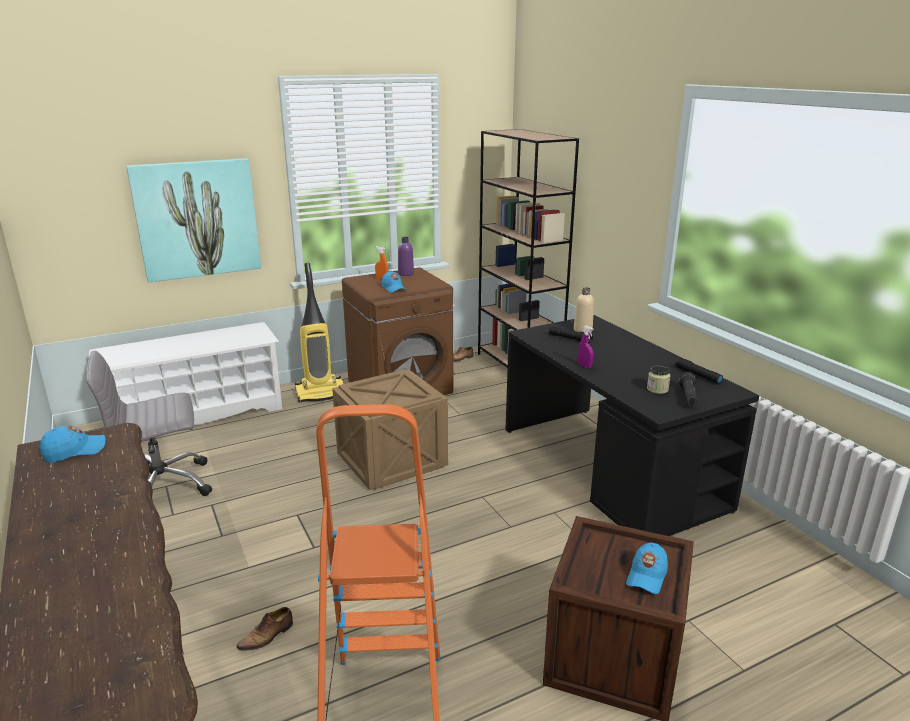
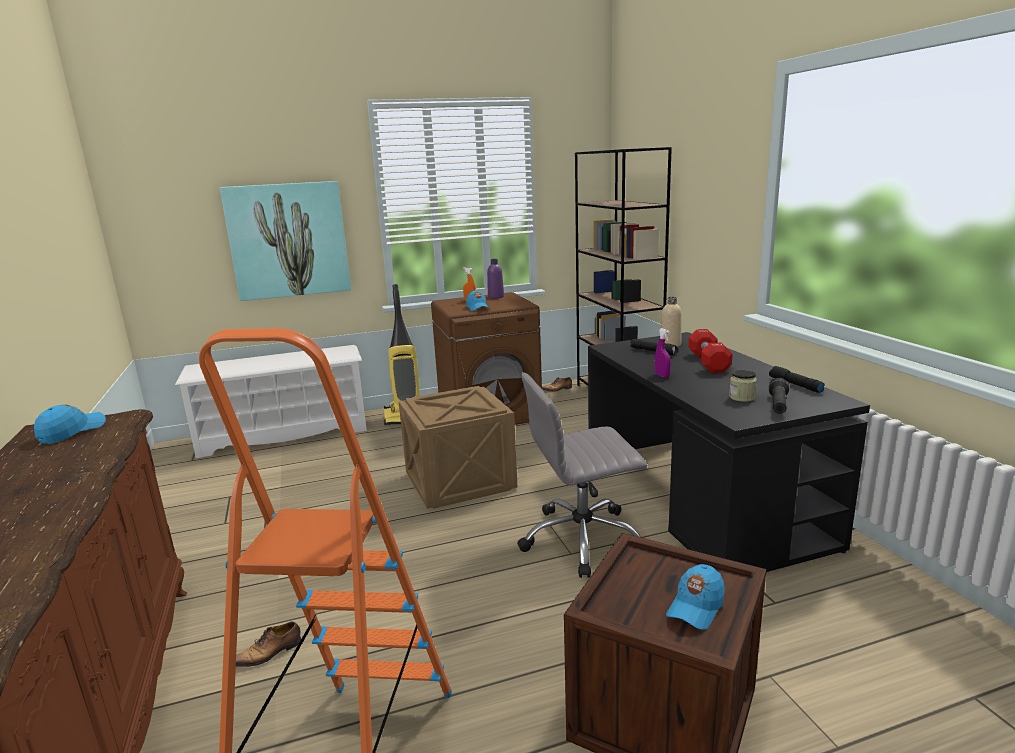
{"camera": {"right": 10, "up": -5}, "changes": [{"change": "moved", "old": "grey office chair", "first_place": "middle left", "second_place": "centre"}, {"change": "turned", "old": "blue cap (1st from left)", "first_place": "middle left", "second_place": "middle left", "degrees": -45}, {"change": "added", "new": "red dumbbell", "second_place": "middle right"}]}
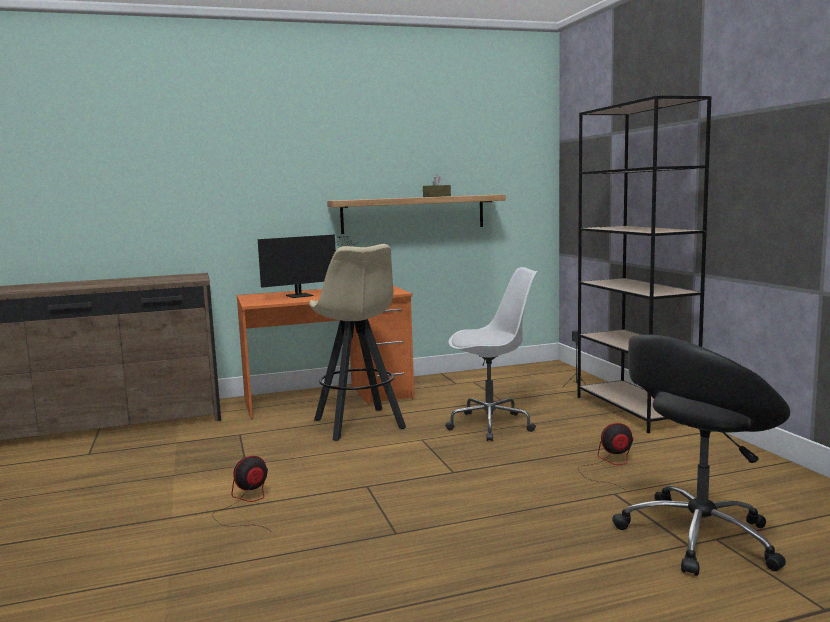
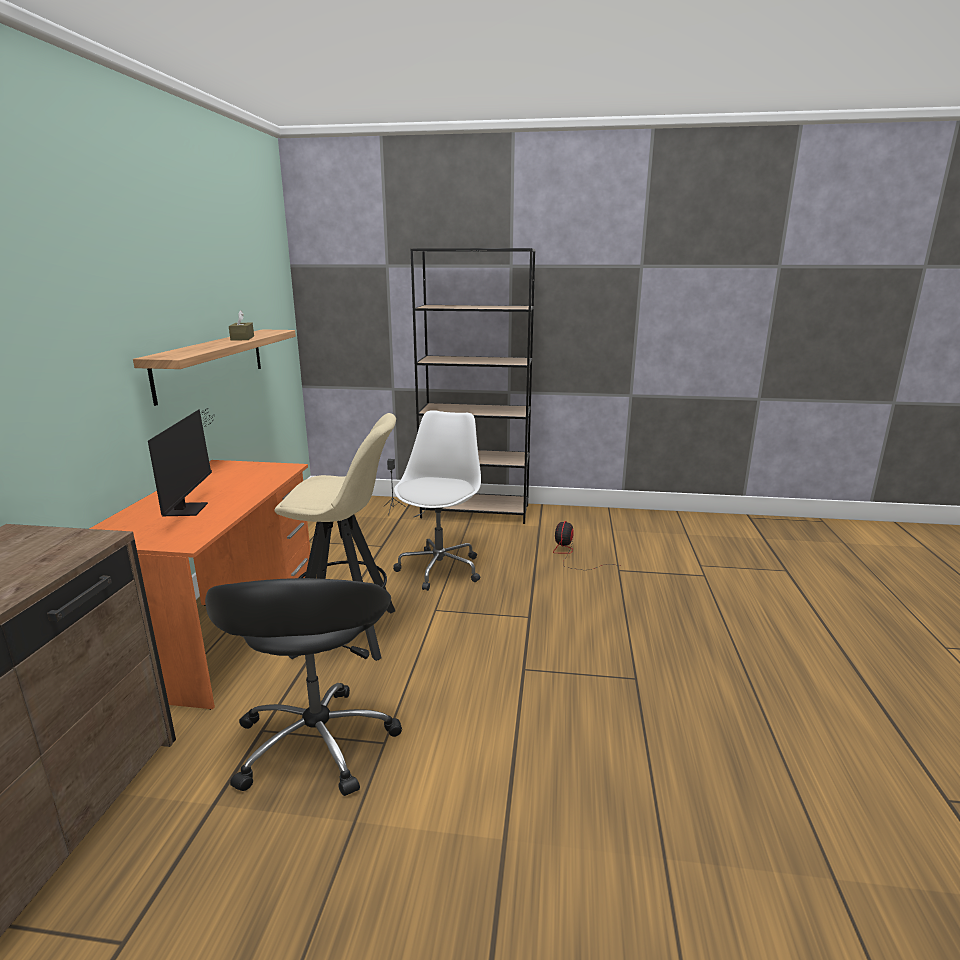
{"camera": {"right": -65, "up": 10}, "changes": [{"change": "moved", "old": "black office chair", "first_place": "bottom right", "second_place": "bottom left"}, {"change": "removed", "old": "fan (1st from left)", "first_place": "bottom left"}]}
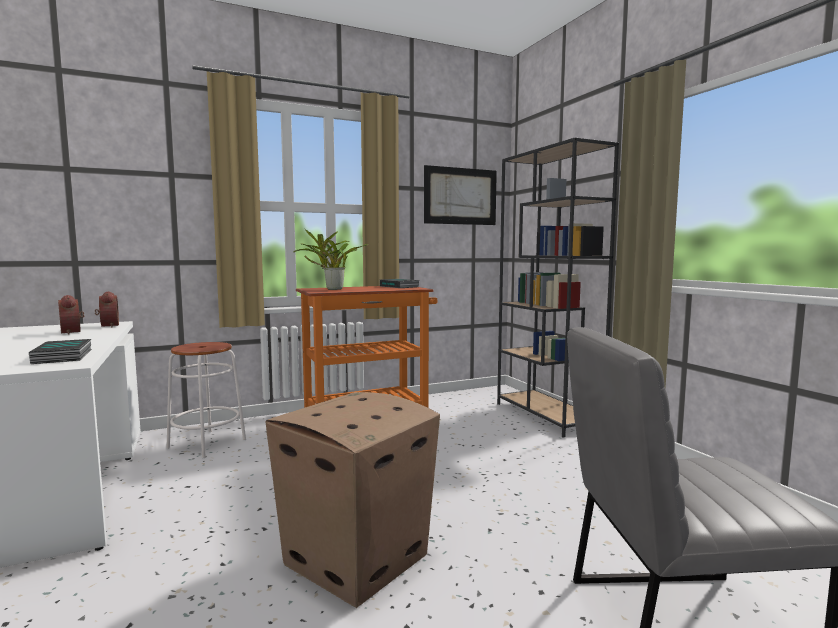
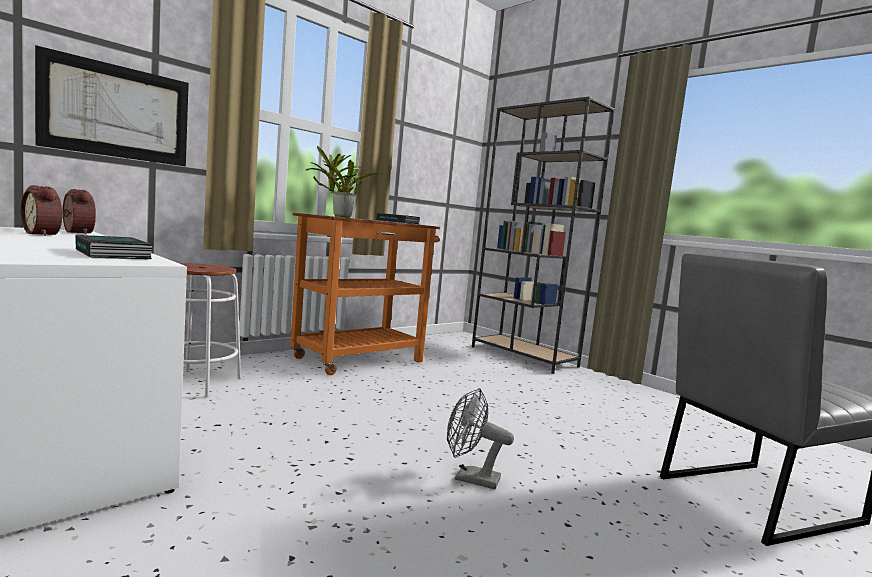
{"camera": {"right": -20, "up": 0}, "changes": [{"change": "moved", "old": "picture", "first_place": "top centre", "second_place": "top left"}, {"change": "replaced", "old": "cardboard box", "new": "grey fan", "first_place": "bottom centre", "second_place": "bottom centre"}]}
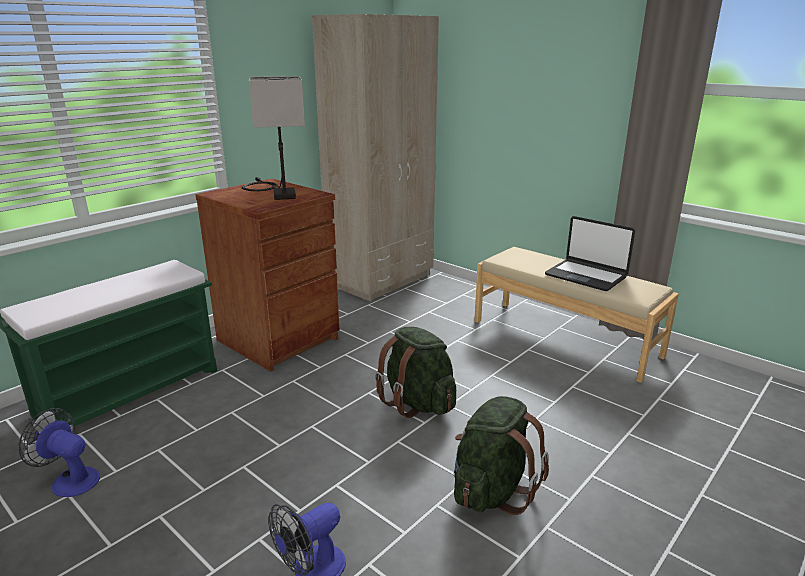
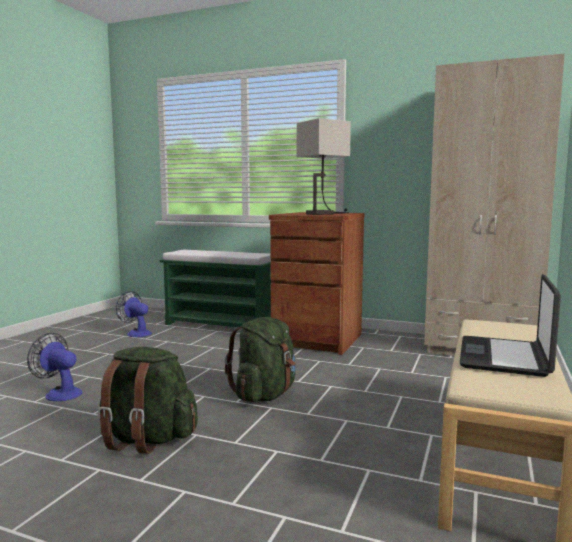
{"camera": {"right": 70, "up": -15}, "changes": [{"change": "turned", "old": "fan (1st from left in the first image)", "first_place": "bottom left", "second_place": "middle left", "degrees": -60}]}
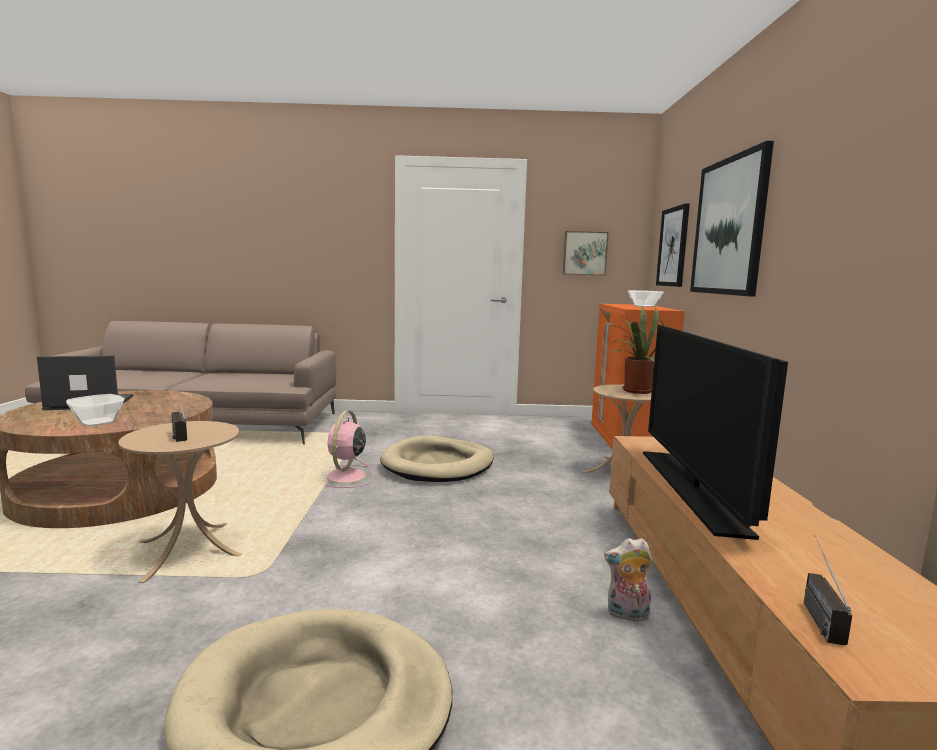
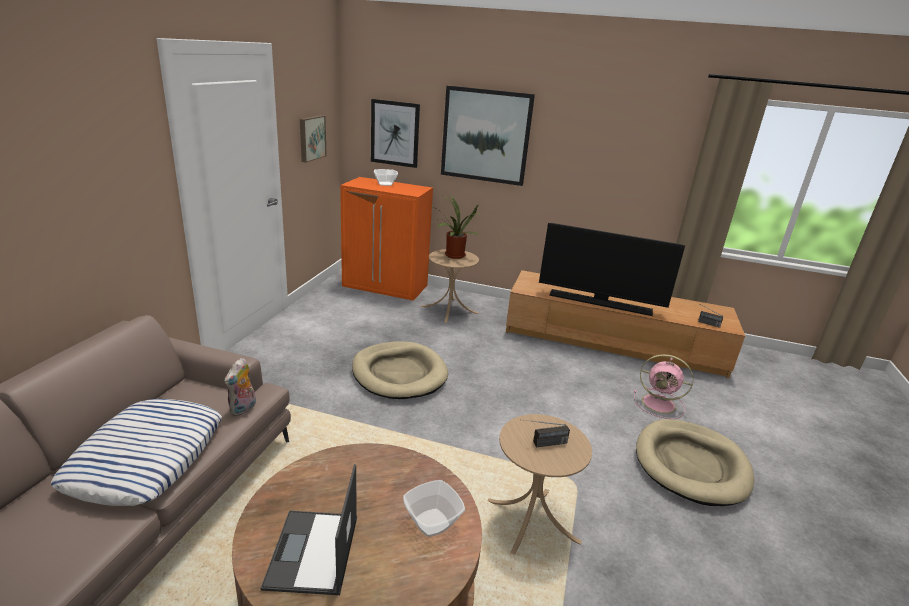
{"camera": {"right": -75, "up": 15}, "changes": [{"change": "moved", "old": "pink fan", "first_place": "centre", "second_place": "middle right"}, {"change": "moved", "old": "plush toy", "first_place": "bottom right", "second_place": "middle left"}, {"change": "added", "new": "pillow", "second_place": "bottom left"}]}
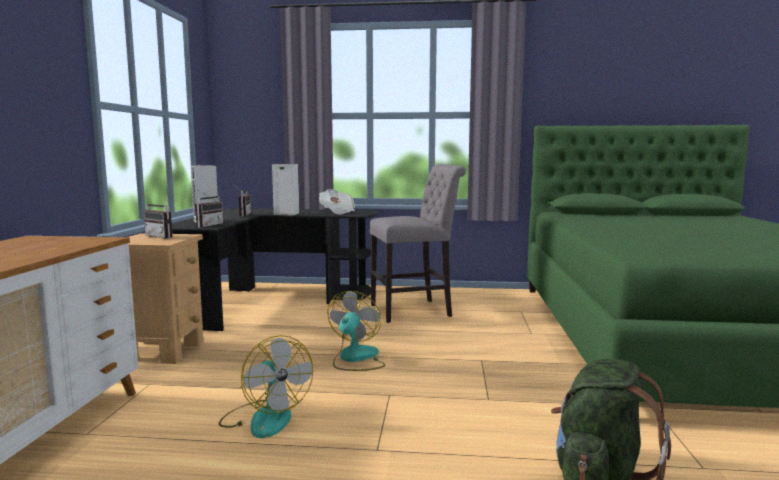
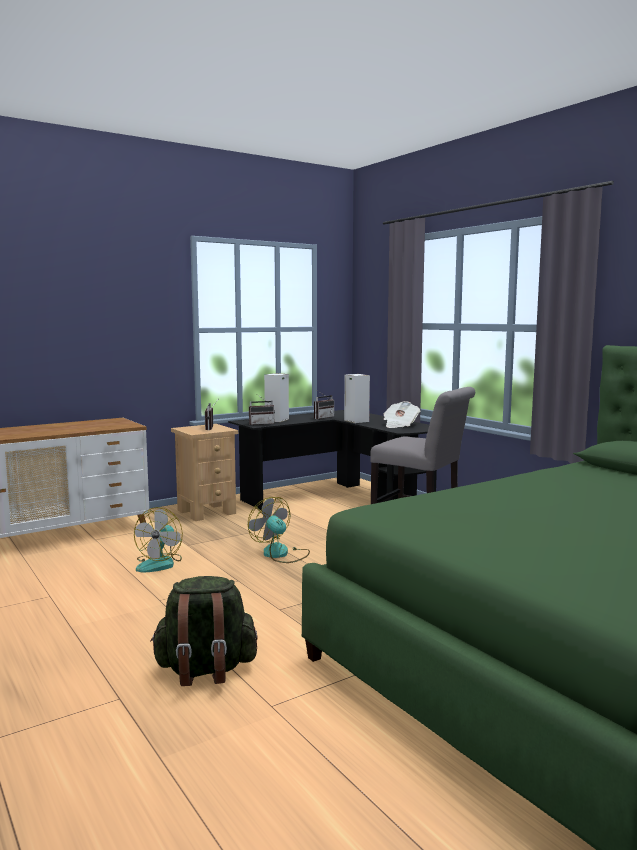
{"camera": {"right": 50, "up": 0}, "changes": [{"change": "turned", "old": "fan (2nd from left)", "first_place": "bottom centre", "second_place": "centre", "degrees": -105}]}
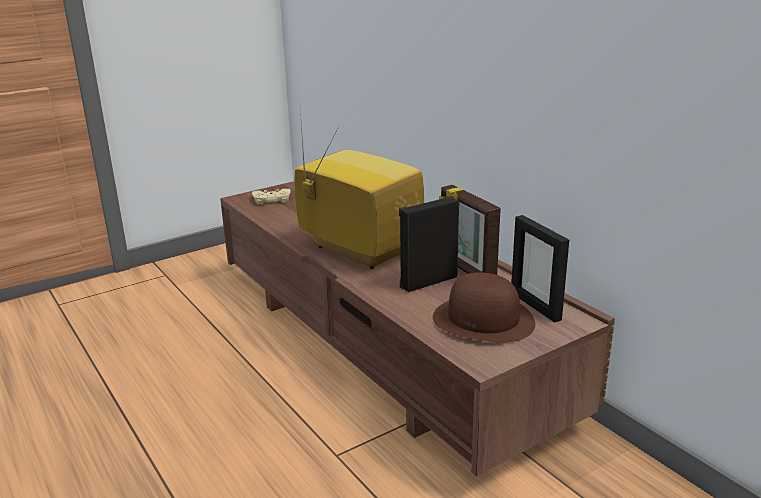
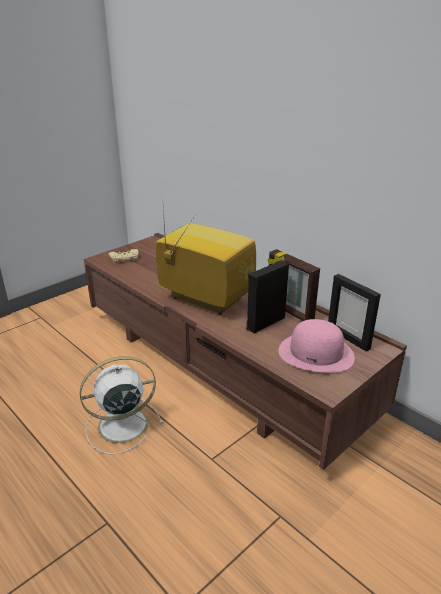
{"camera": {"right": -10, "up": 5}, "changes": [{"change": "recoloured", "old": "brown hat", "new": "pink hat", "first_place": "centre", "second_place": "middle right"}, {"change": "added", "new": "white fan", "second_place": "bottom left"}]}
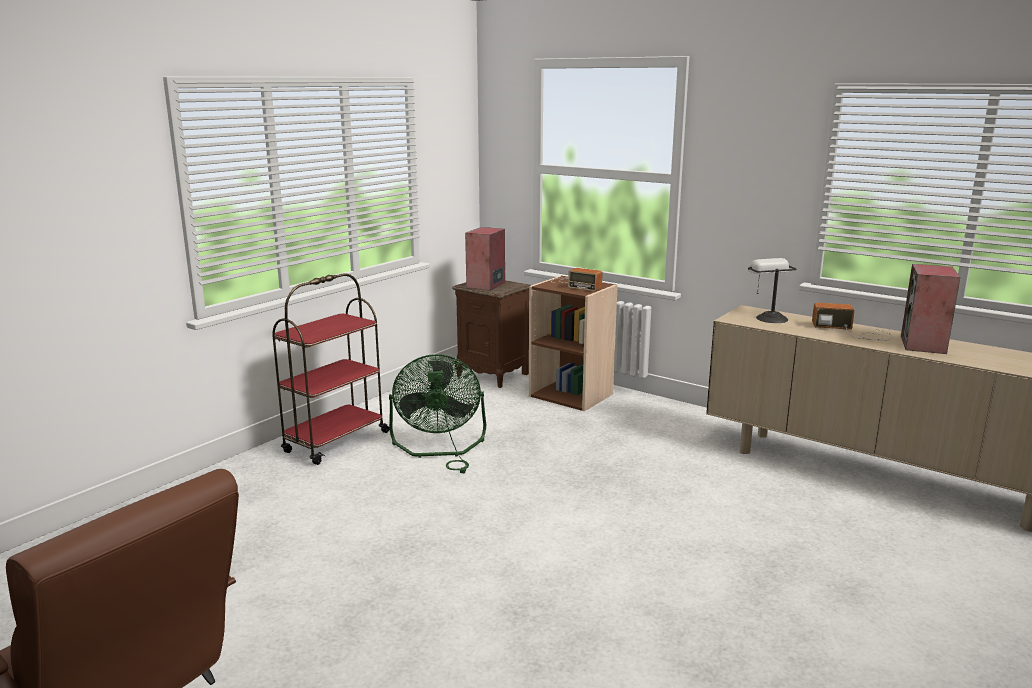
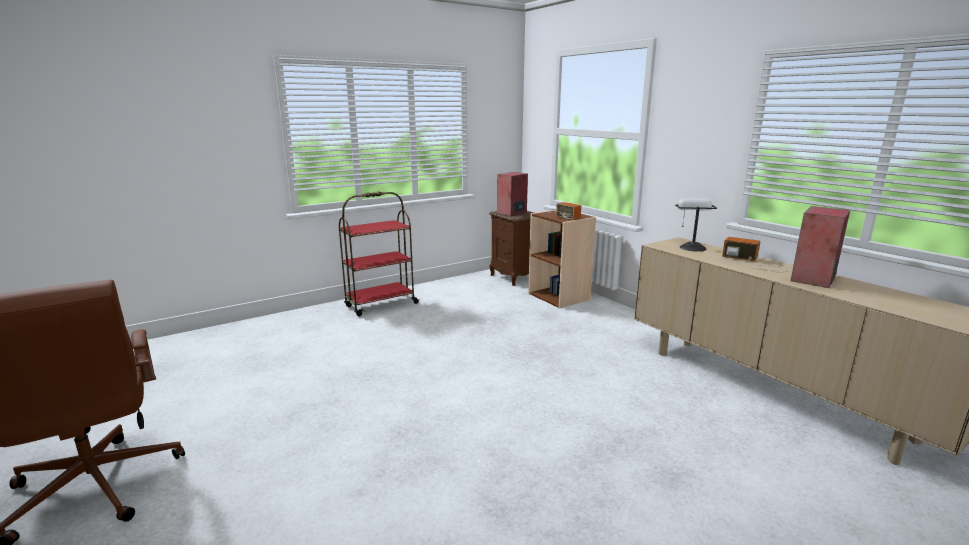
{"camera": {"right": 20, "up": 0}, "changes": [{"change": "removed", "old": "green fan", "first_place": "centre"}]}
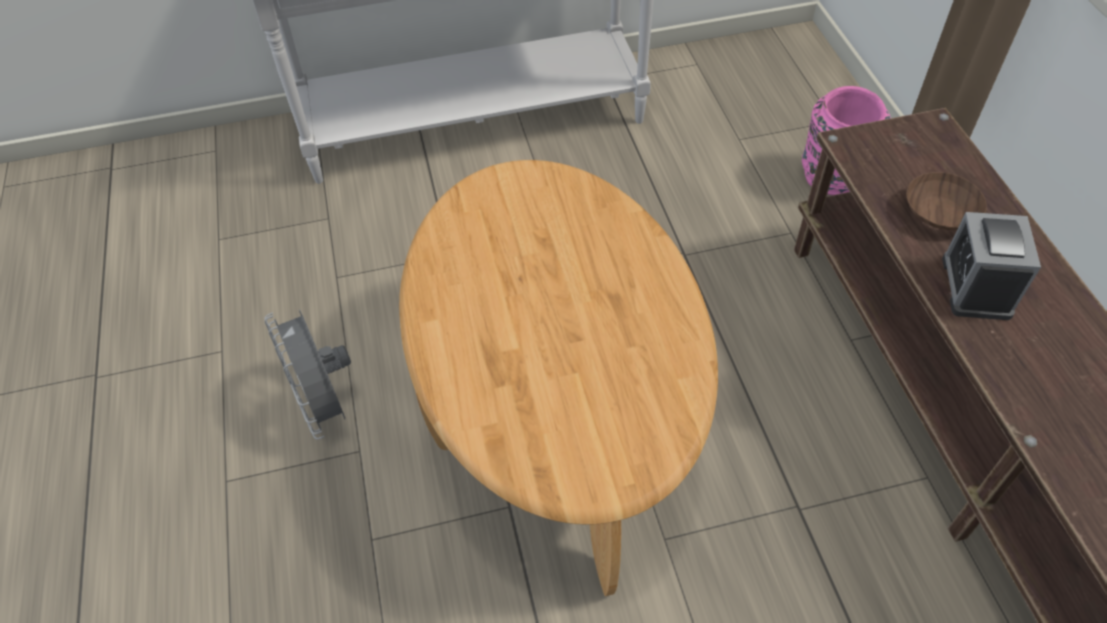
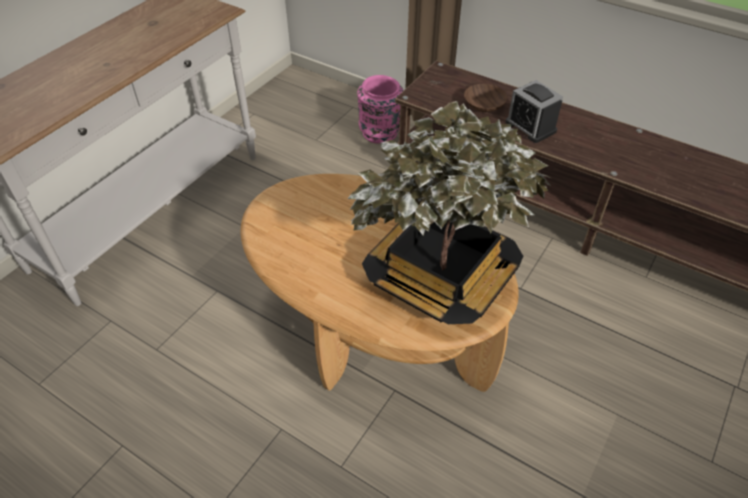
{"camera": {"right": -45, "up": -5}, "changes": [{"change": "removed", "old": "grey fan", "first_place": "middle left"}, {"change": "added", "new": "potted plant", "second_place": "centre"}]}
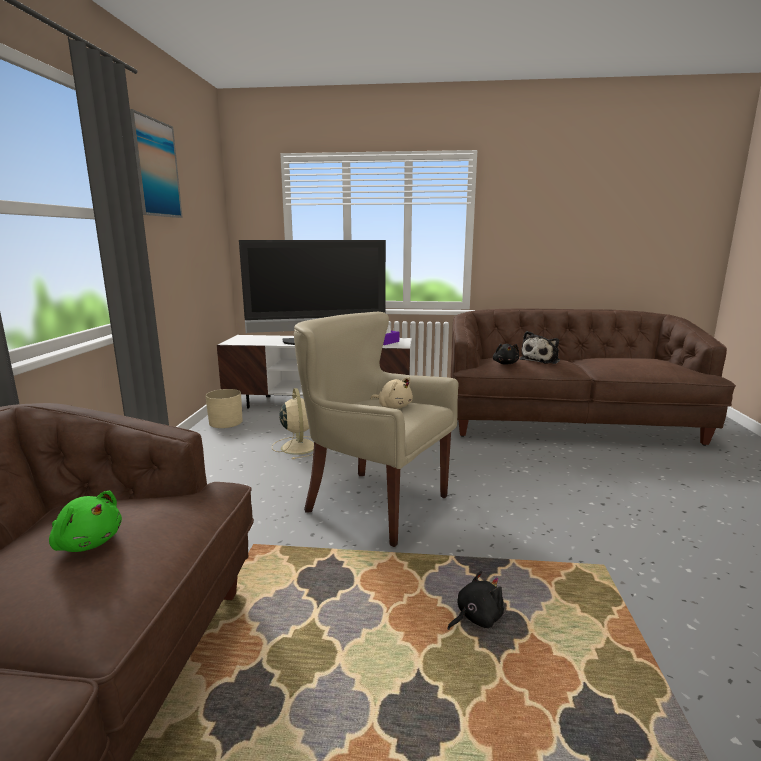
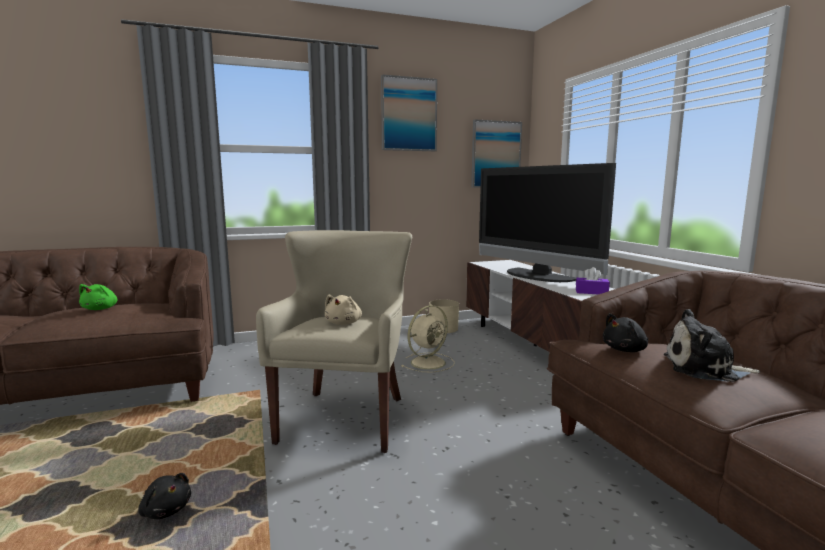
{"camera": {"right": 65, "up": -5}, "changes": [{"change": "added", "new": "picture (2nd from left)", "second_place": "top centre"}]}
